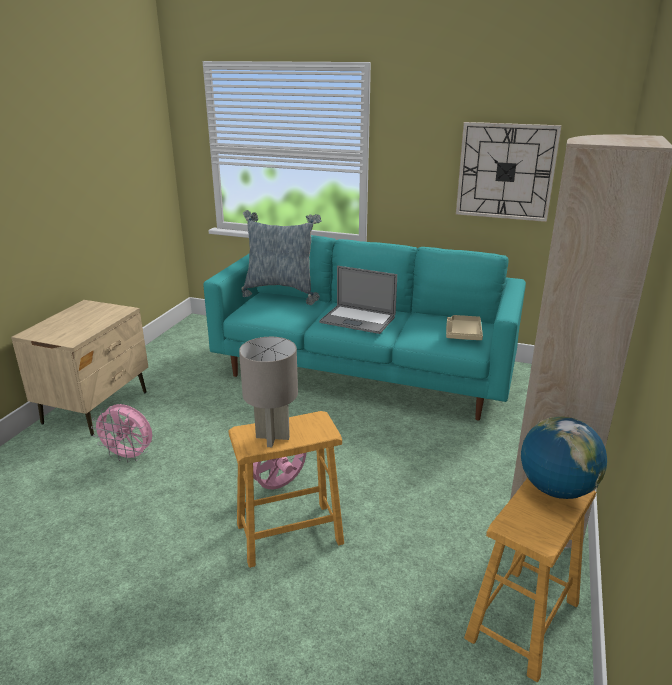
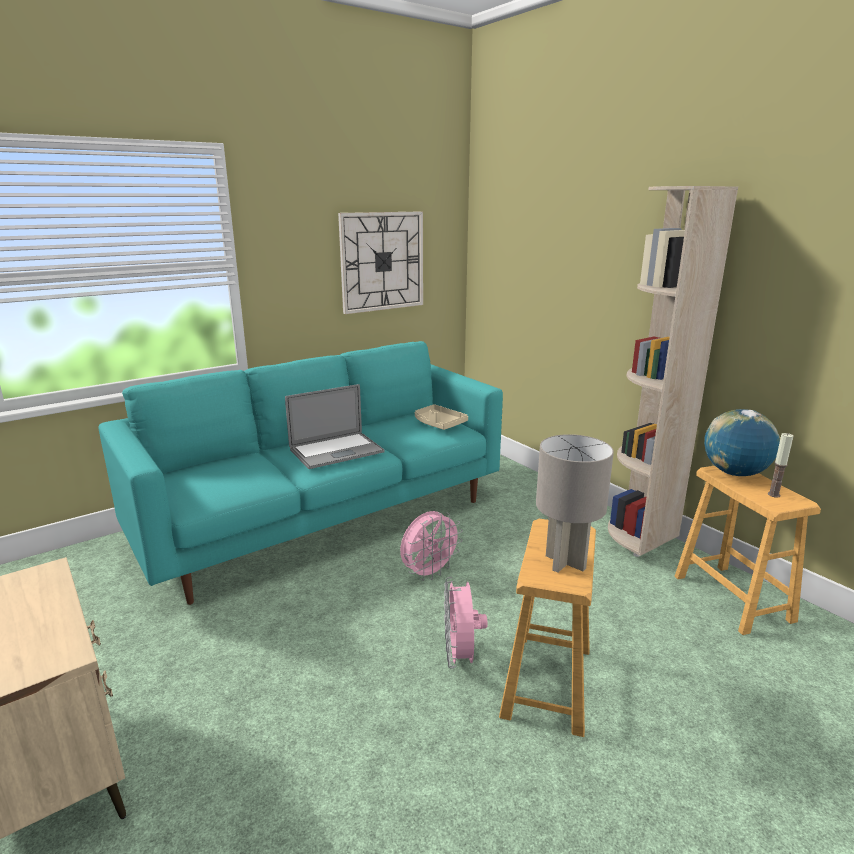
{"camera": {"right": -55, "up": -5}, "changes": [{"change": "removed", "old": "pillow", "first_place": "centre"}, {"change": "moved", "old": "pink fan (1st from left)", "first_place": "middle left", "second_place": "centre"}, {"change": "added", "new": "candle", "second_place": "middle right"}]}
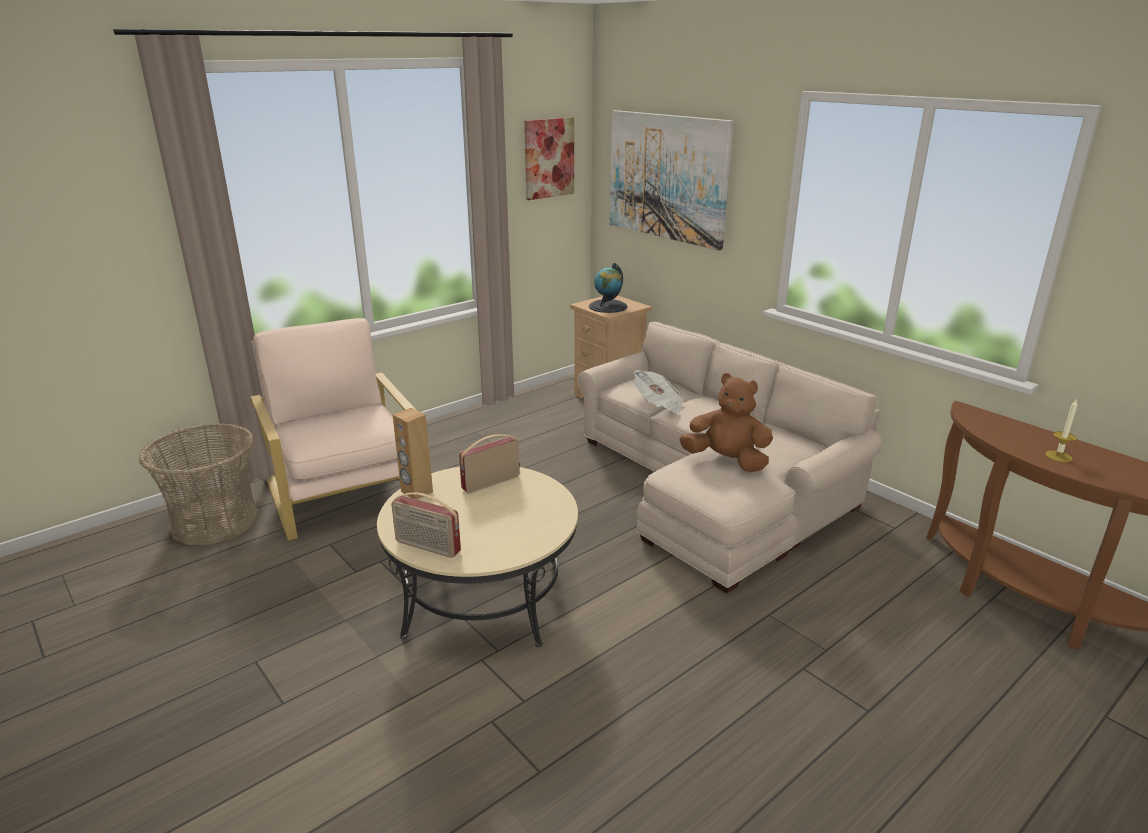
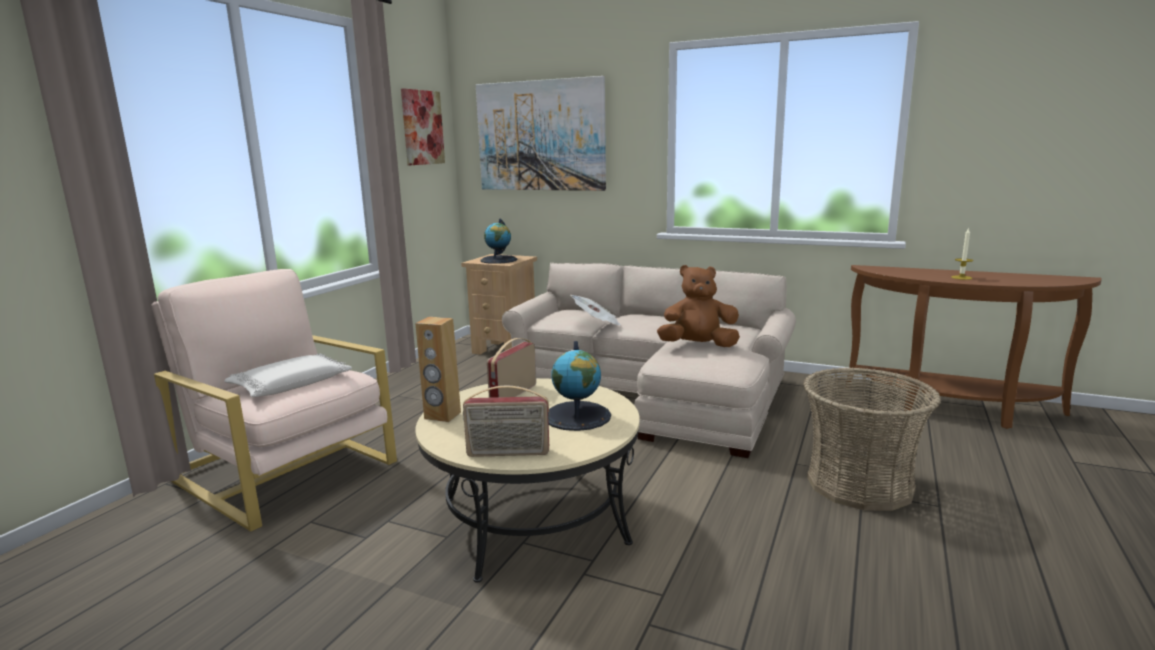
{"camera": {"right": -25, "up": -10}, "changes": [{"change": "moved", "old": "basket", "first_place": "middle left", "second_place": "bottom right"}, {"change": "added", "new": "globe (2nd from left)", "second_place": "centre"}, {"change": "added", "new": "white pillow", "second_place": "middle left"}]}
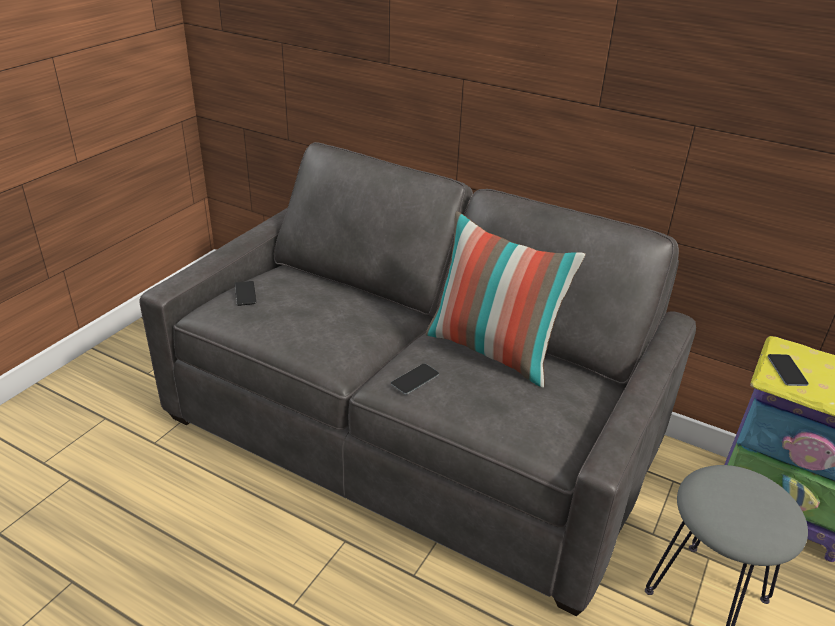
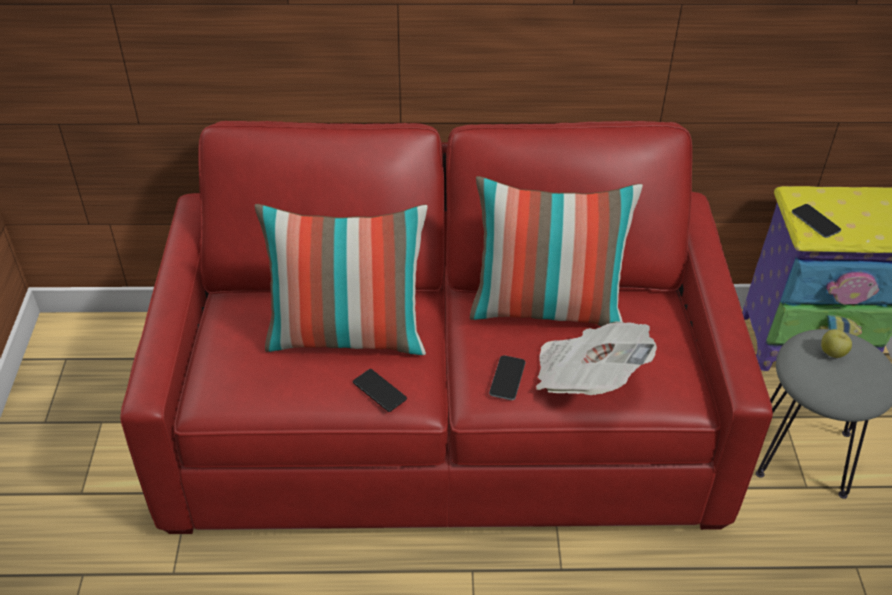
{"camera": {"right": -30, "up": 10}, "changes": [{"change": "recoloured", "old": "grey sofa", "new": "red sofa", "first_place": "centre", "second_place": "centre"}, {"change": "moved", "old": "phone (1st from left)", "first_place": "middle left", "second_place": "centre"}, {"change": "added", "new": "pillow (1st from left)", "second_place": "centre"}, {"change": "added", "new": "newspaper", "second_place": "middle right"}, {"change": "added", "new": "apple", "second_place": "middle right"}]}
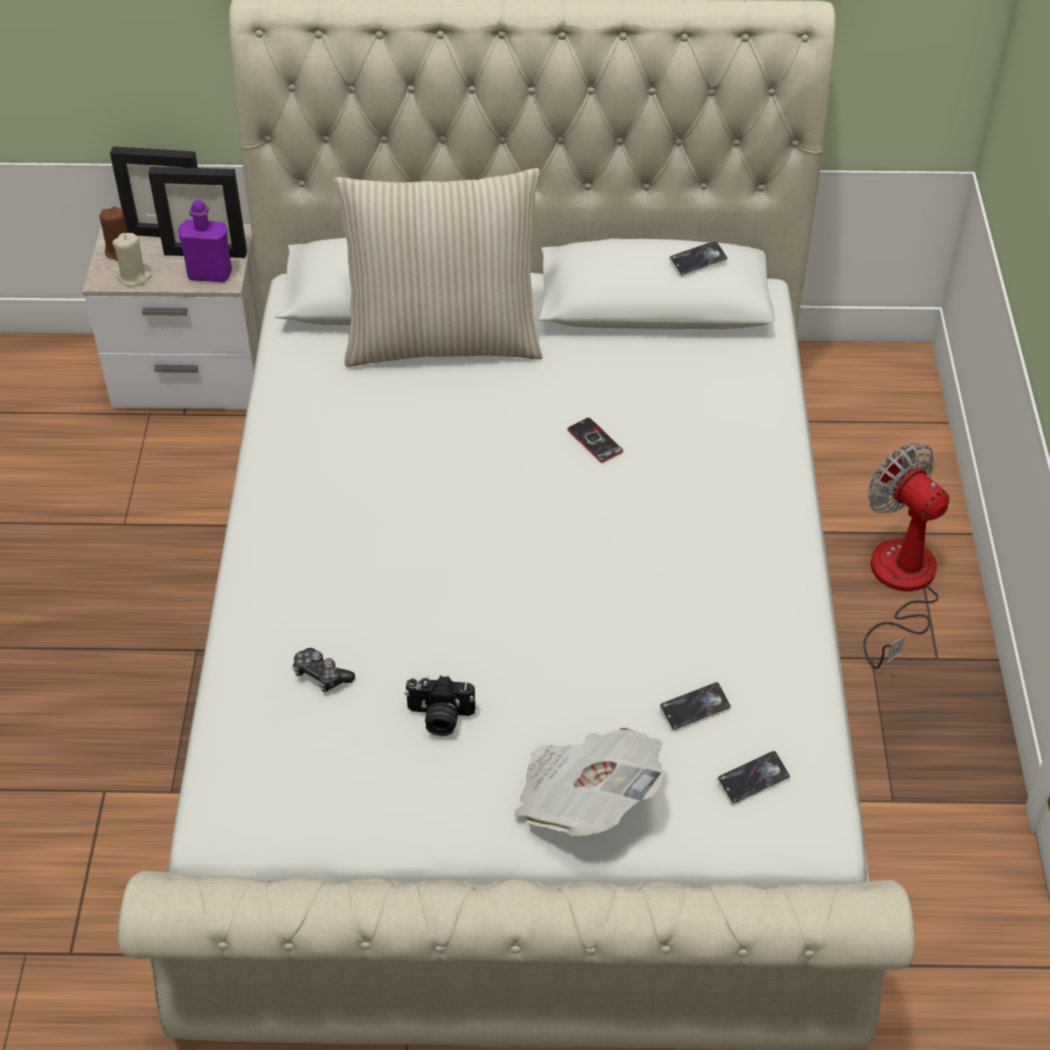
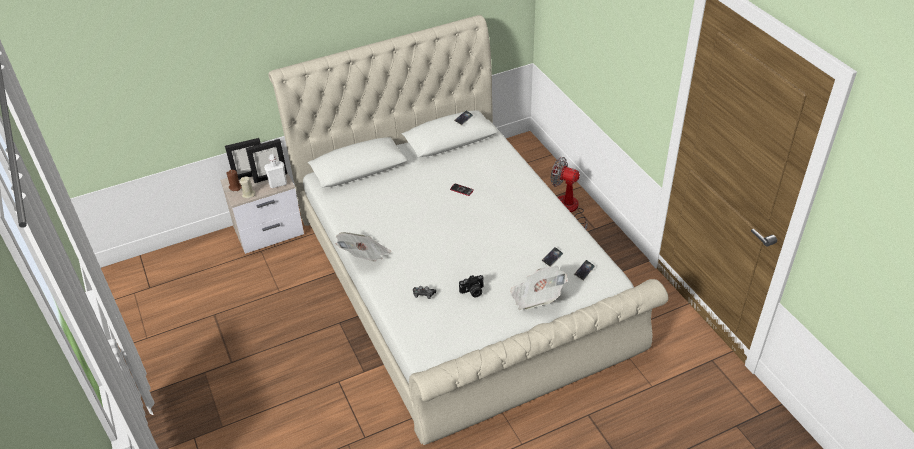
{"camera": {"right": -25, "up": -5}, "changes": [{"change": "removed", "old": "beige pillow", "first_place": "top centre"}, {"change": "recoloured", "old": "purple bottle", "new": "white bottle", "first_place": "top left", "second_place": "middle left"}, {"change": "added", "new": "newspaper (1st from left)", "second_place": "centre"}]}
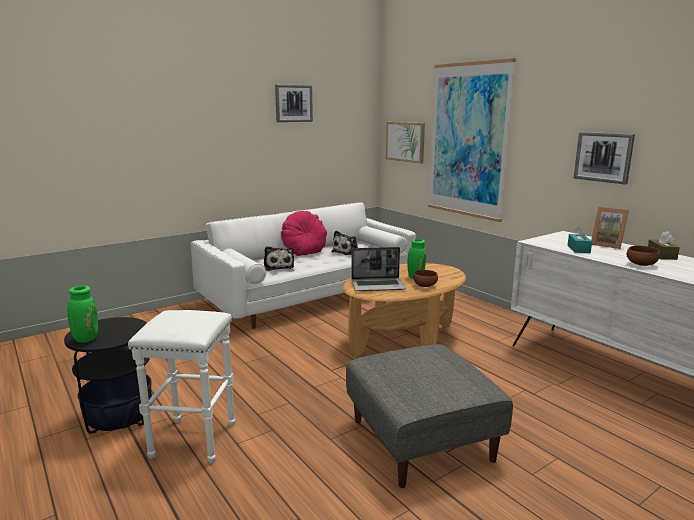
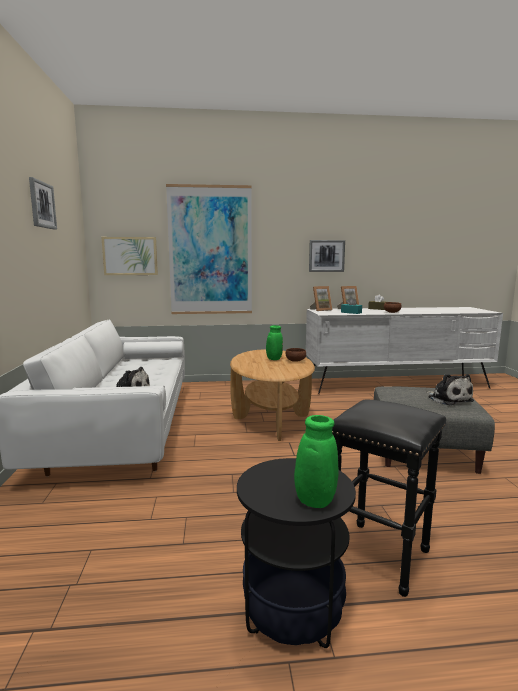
{"camera": {"right": -60, "up": -5}, "changes": [{"change": "removed", "old": "pink pillow", "first_place": "centre"}, {"change": "moved", "old": "plush toy (2nd from left)", "first_place": "centre", "second_place": "middle right"}, {"change": "removed", "old": "laptop", "first_place": "centre"}, {"change": "recoloured", "old": "white stool", "new": "black stool", "first_place": "bottom left", "second_place": "bottom right"}, {"change": "added", "new": "picture frame (1st from left)", "second_place": "centre"}]}
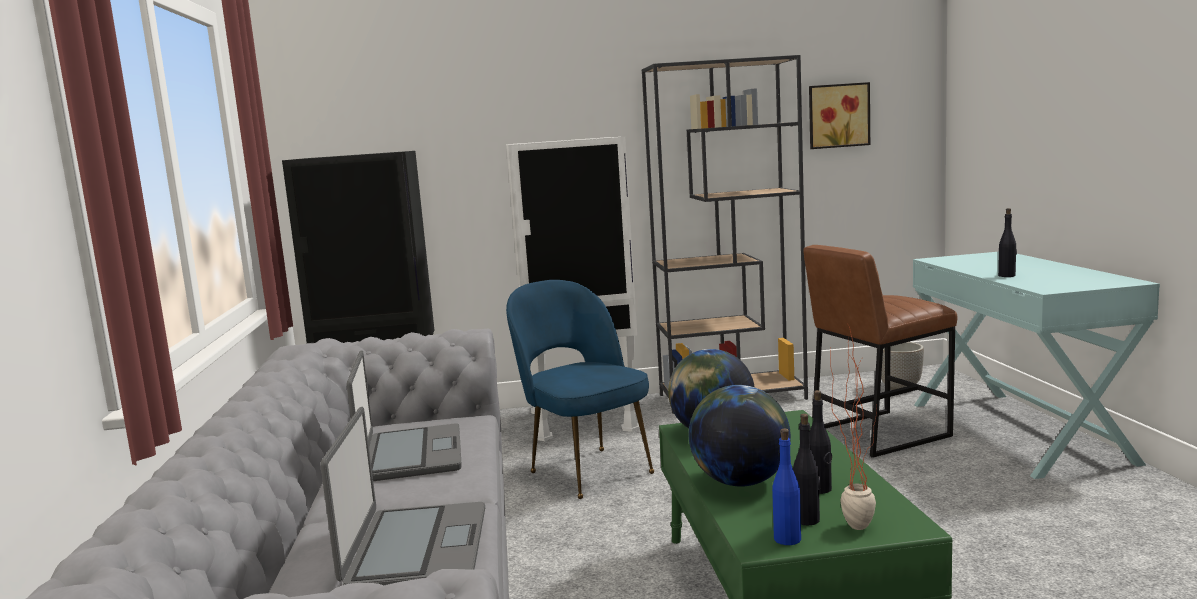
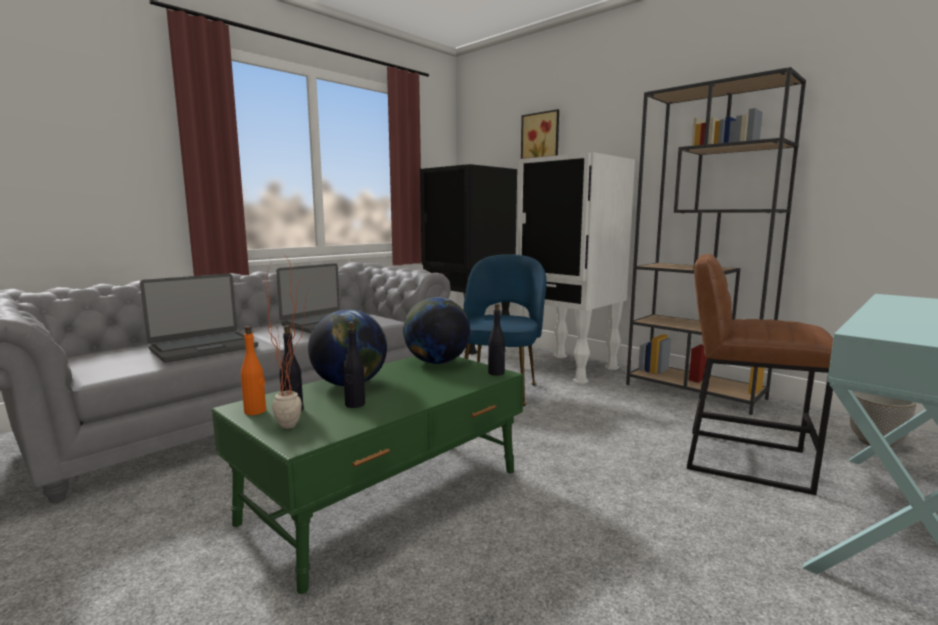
{"camera": {"right": 50, "up": 0}, "changes": [{"change": "moved", "old": "picture", "first_place": "top right", "second_place": "top centre"}, {"change": "moved", "old": "black bottle (3rd from left)", "first_place": "middle right", "second_place": "centre"}, {"change": "recoloured", "old": "blue bottle", "new": "orange bottle", "first_place": "bottom centre", "second_place": "middle left"}]}
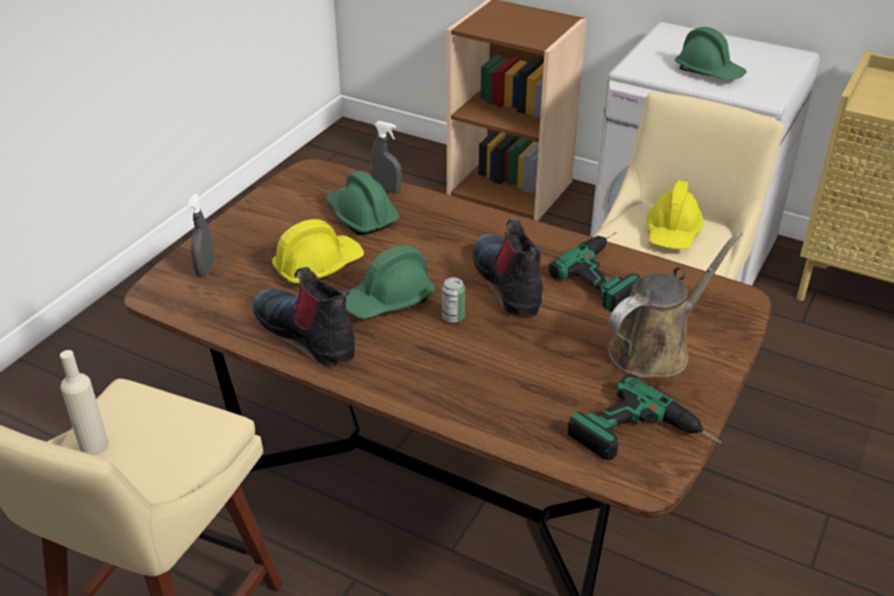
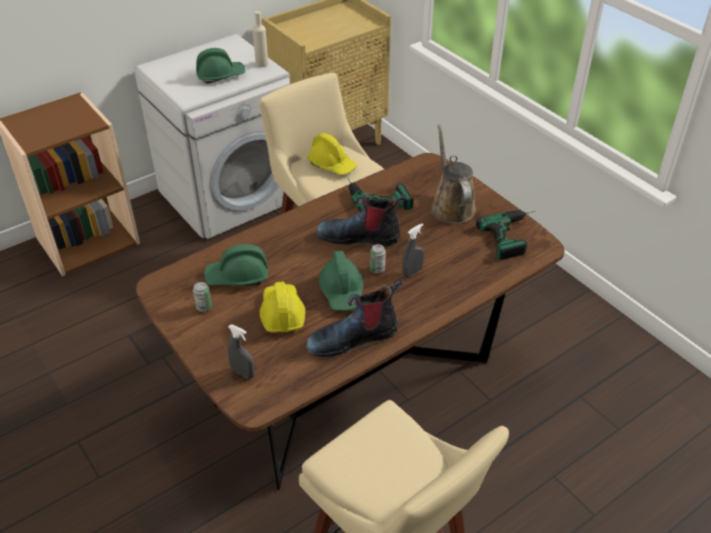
{"camera": {"right": -65, "up": 5}, "changes": [{"change": "moved", "old": "grey spray bottle (2nd from left)", "first_place": "top centre", "second_place": "centre"}, {"change": "moved", "old": "beige bottle", "first_place": "bottom left", "second_place": "top centre"}, {"change": "added", "new": "can (1st from left)", "second_place": "middle left"}]}
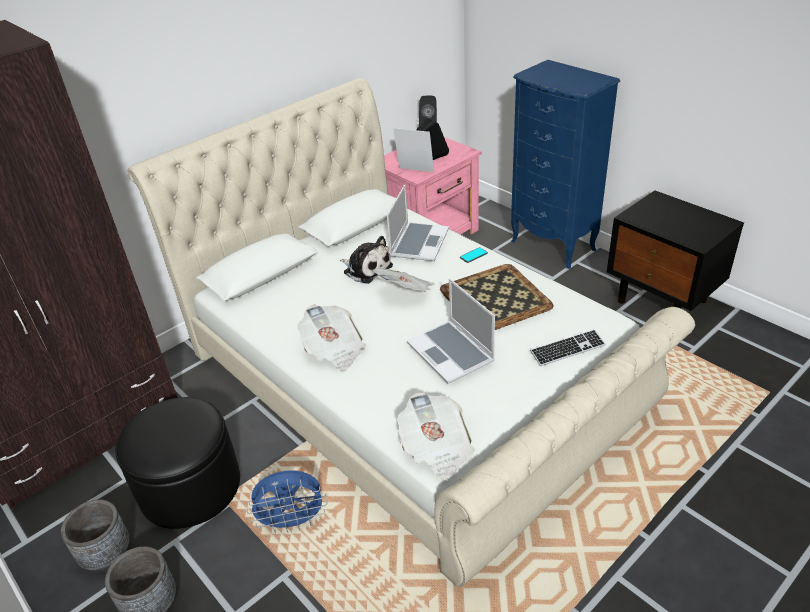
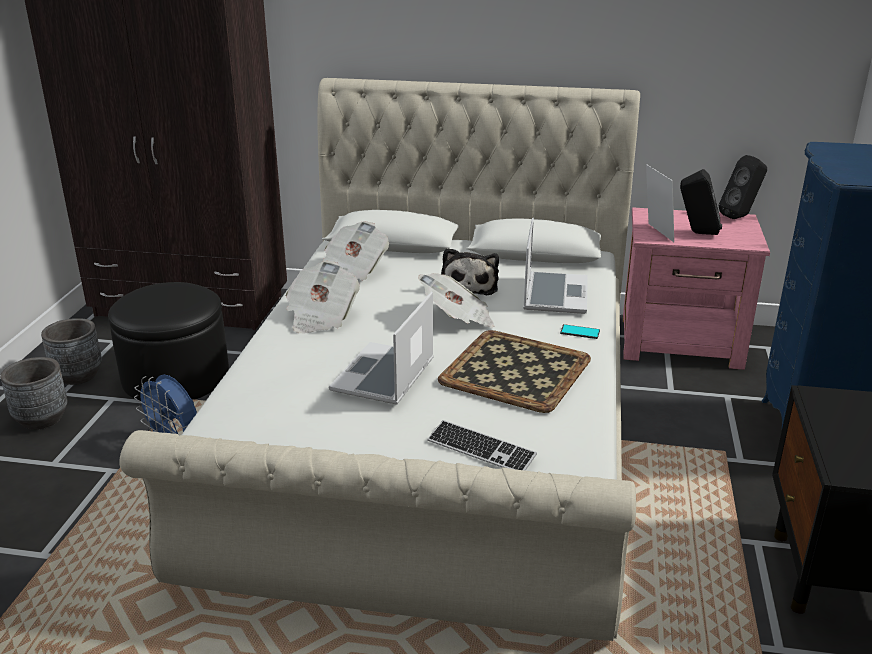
{"camera": {"right": 50, "up": -10}, "changes": [{"change": "turned", "old": "laptop (1st from left in the first image)", "first_place": "centre", "second_place": "centre", "degrees": -60}, {"change": "moved", "old": "newspaper (3rd from left in the first image)", "new": "newspaper (2nd from left)", "first_place": "bottom centre", "second_place": "centre"}]}
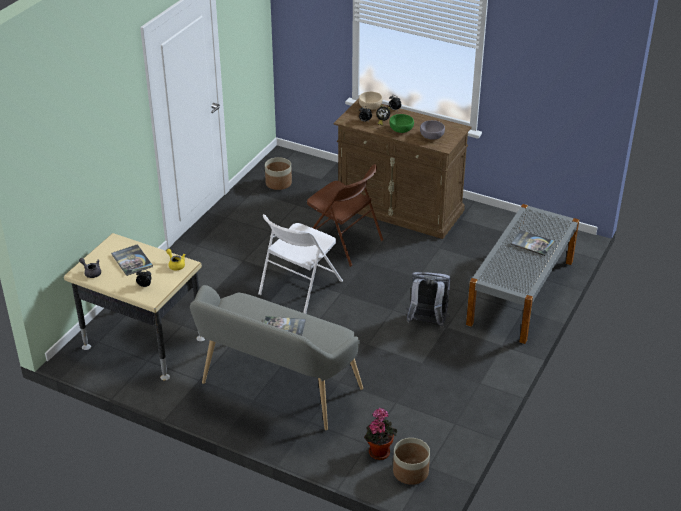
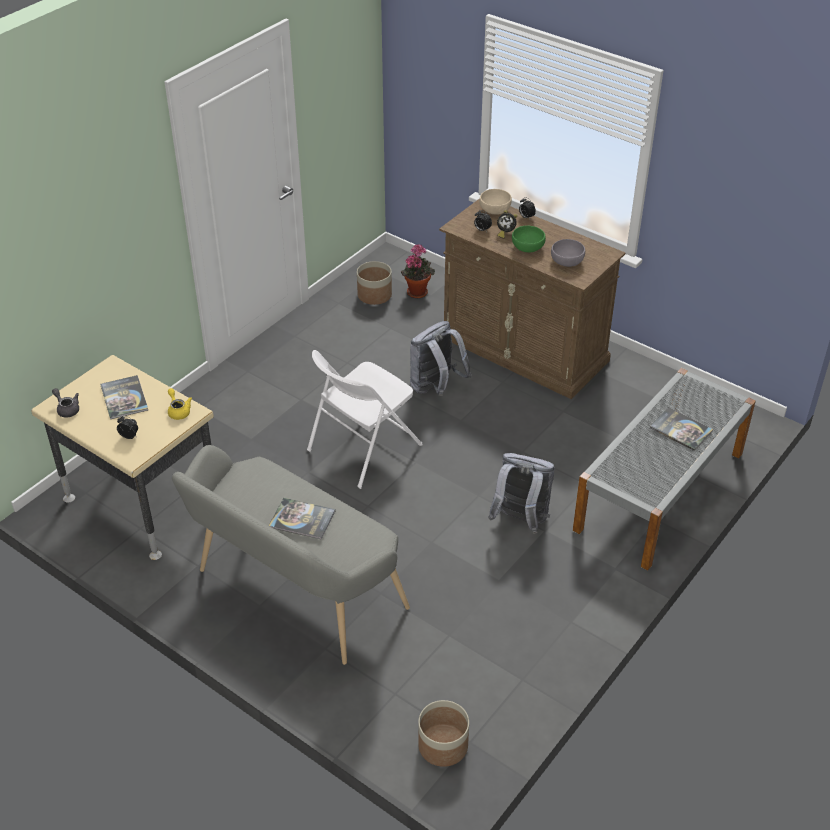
{"camera": {"right": 10, "up": 5}, "changes": [{"change": "replaced", "old": "brown chair", "new": "grey backpack (1st from left)", "first_place": "centre", "second_place": "centre"}, {"change": "moved", "old": "potted plant", "first_place": "bottom centre", "second_place": "top centre"}]}
